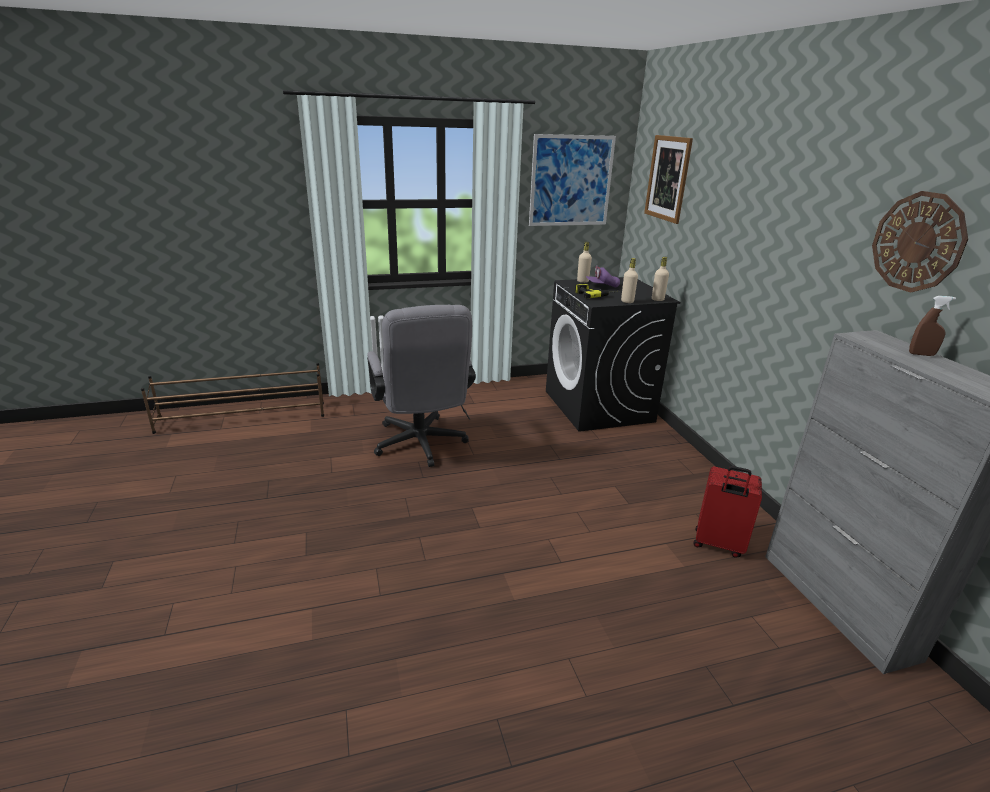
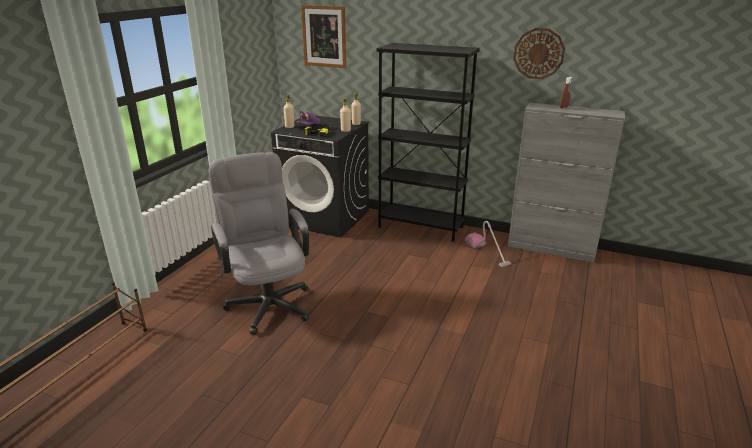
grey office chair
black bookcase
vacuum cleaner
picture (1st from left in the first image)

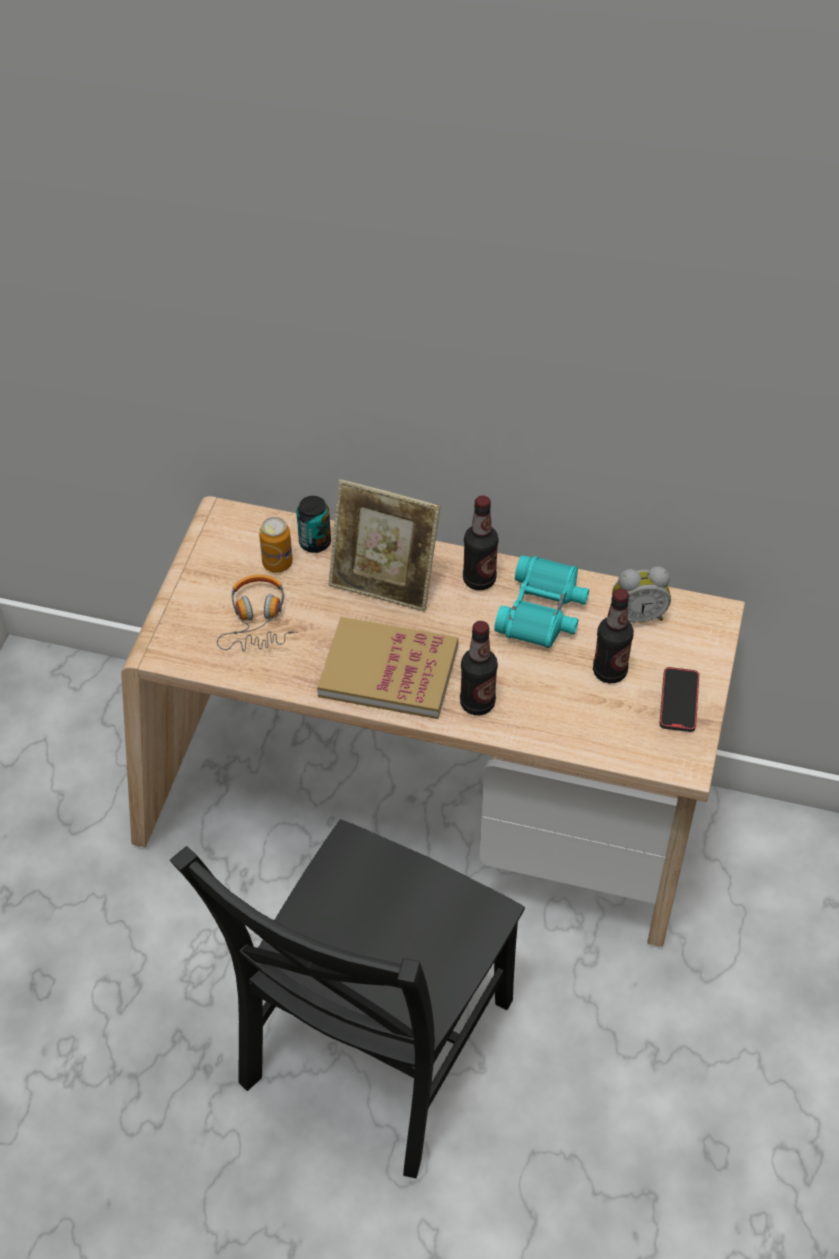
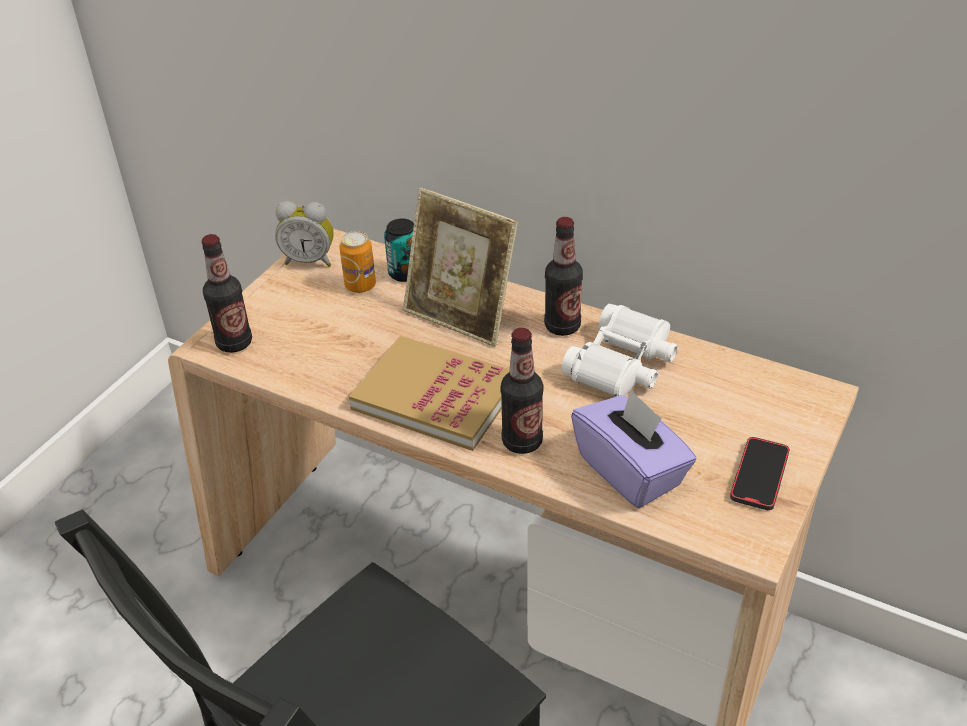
bottle (1st from left)
alarm clock
white binoculars
purple tissue box
headphones

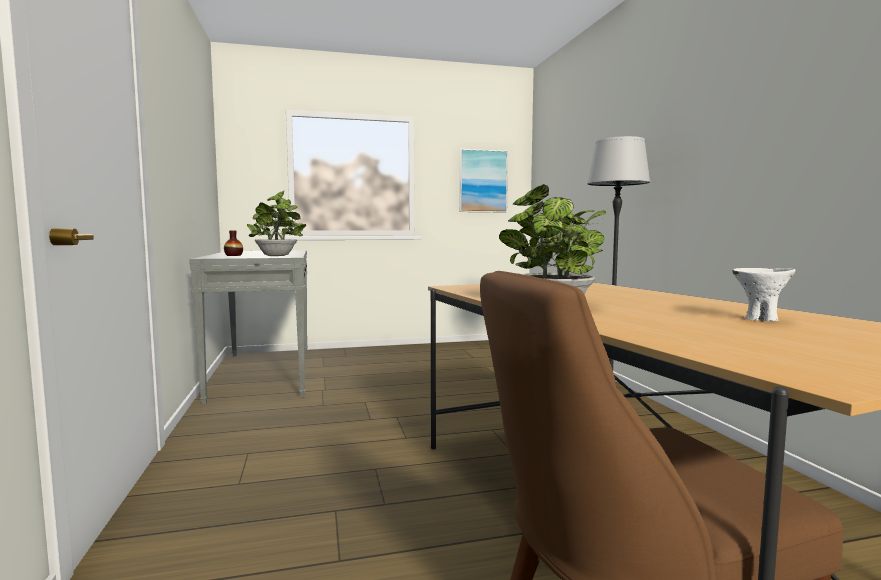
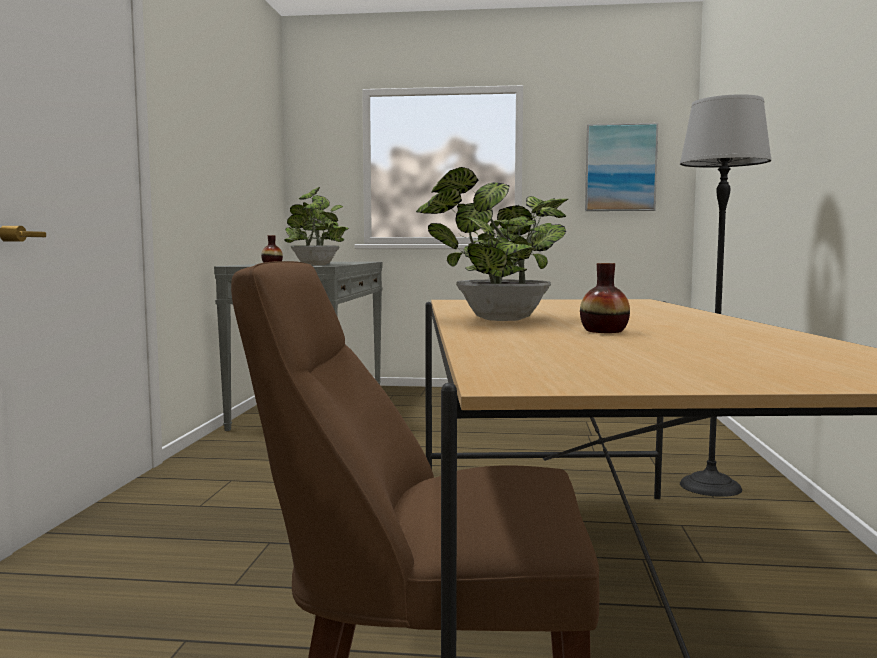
vase (2nd from left)
white bowl

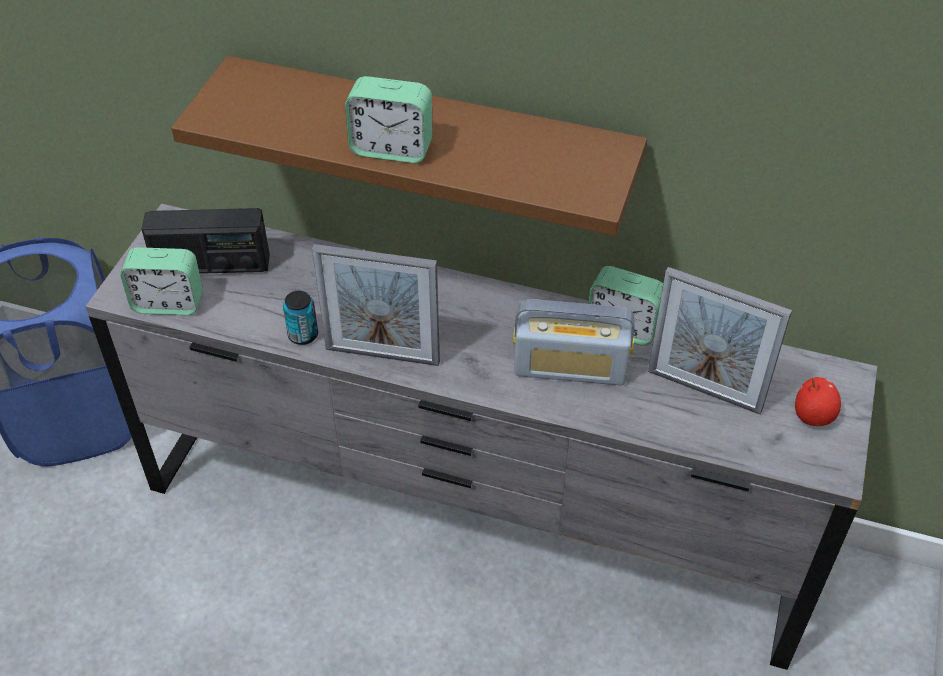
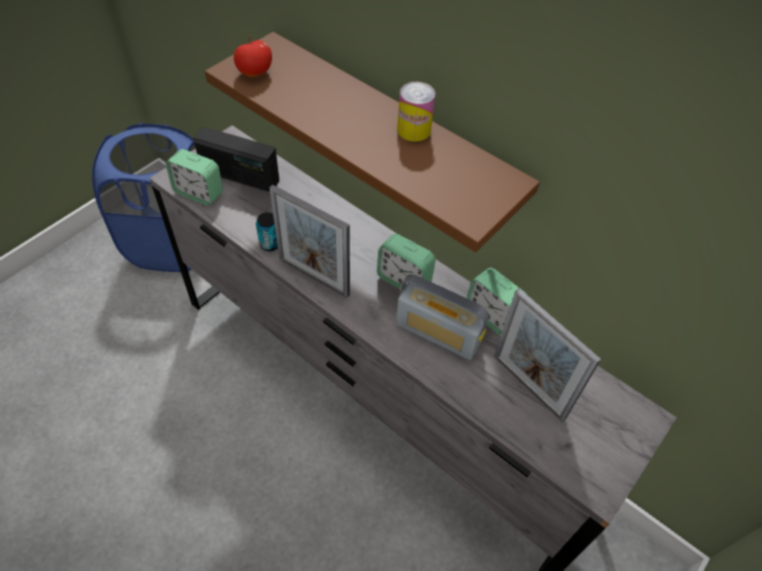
apple
alarm clock (2nd from left)
can (2nd from left)

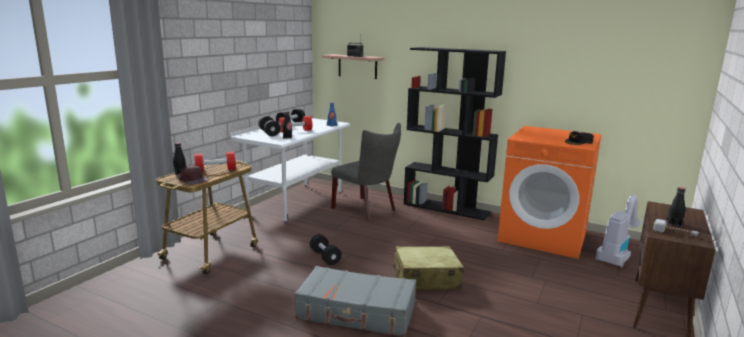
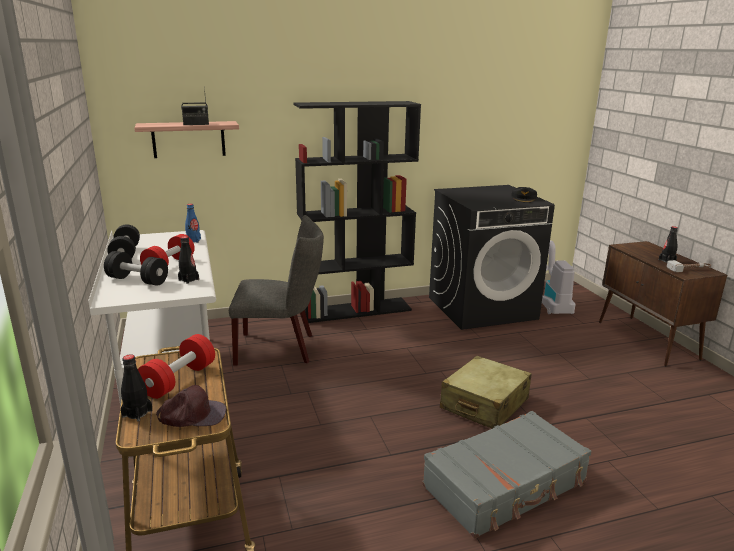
black washing machine
black dumbbell (3rd from left in the first image)

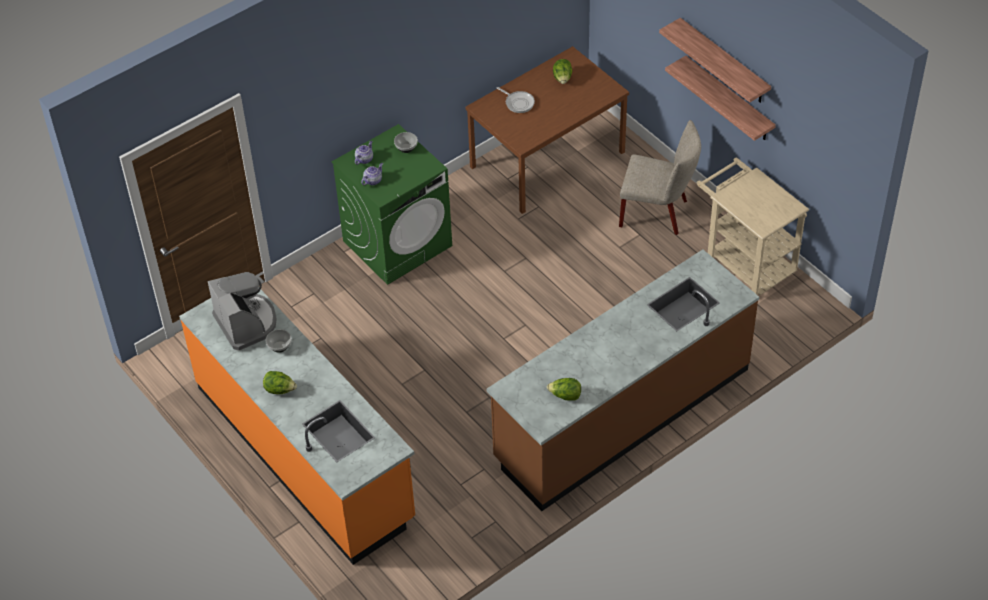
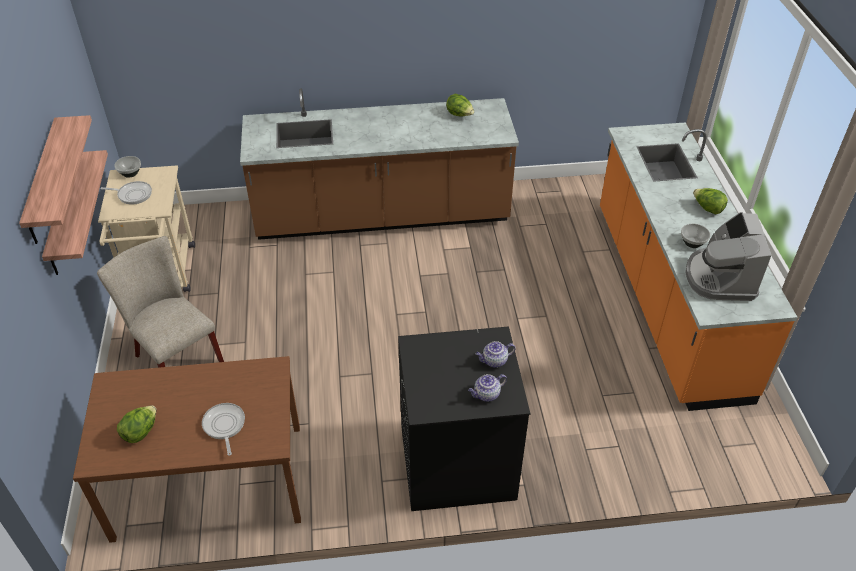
frying pan (1st from left)
bowl (1st from left)
black washing machine

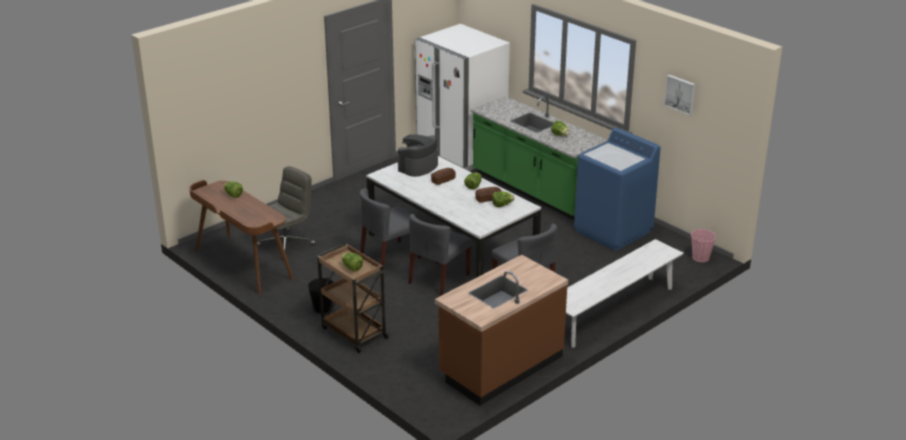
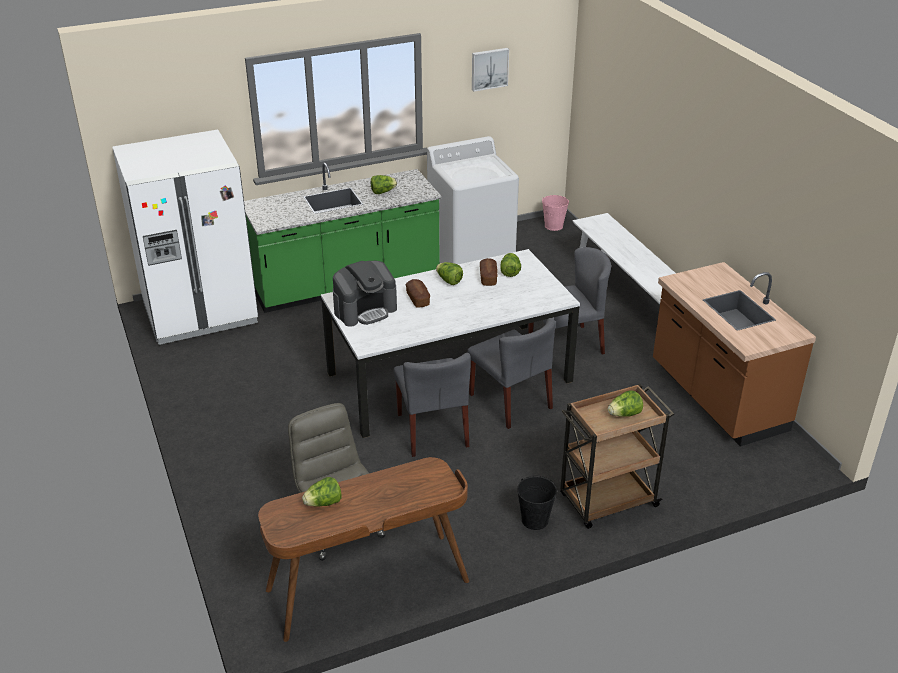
coffee machine
white washing machine

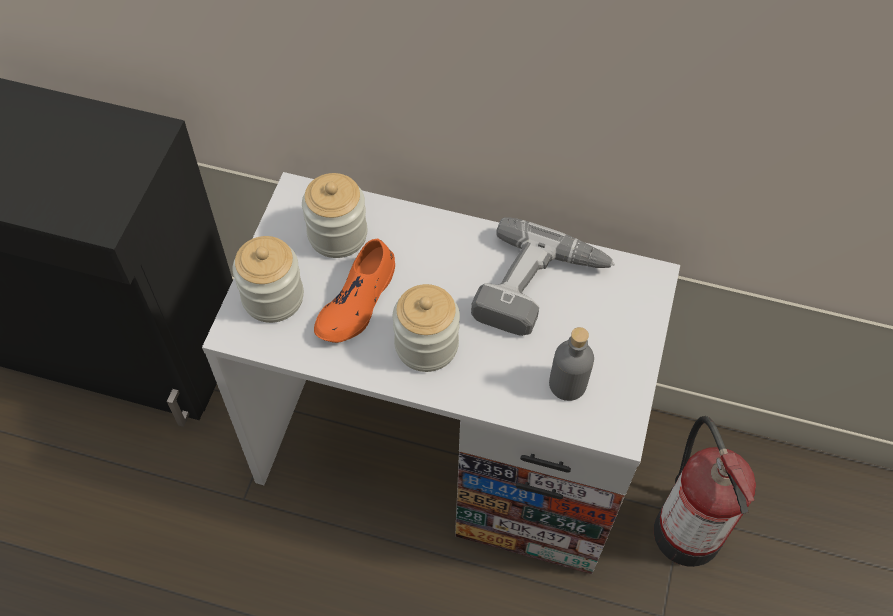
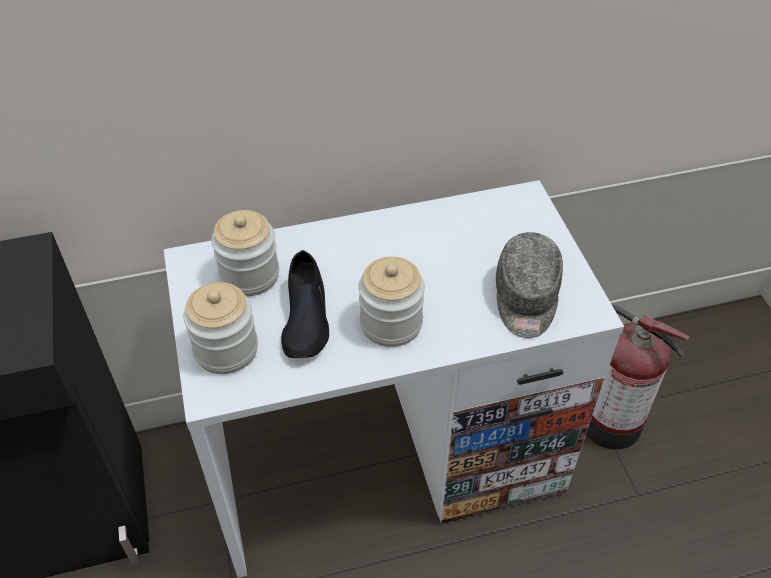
black shoe
grey cap
power drill

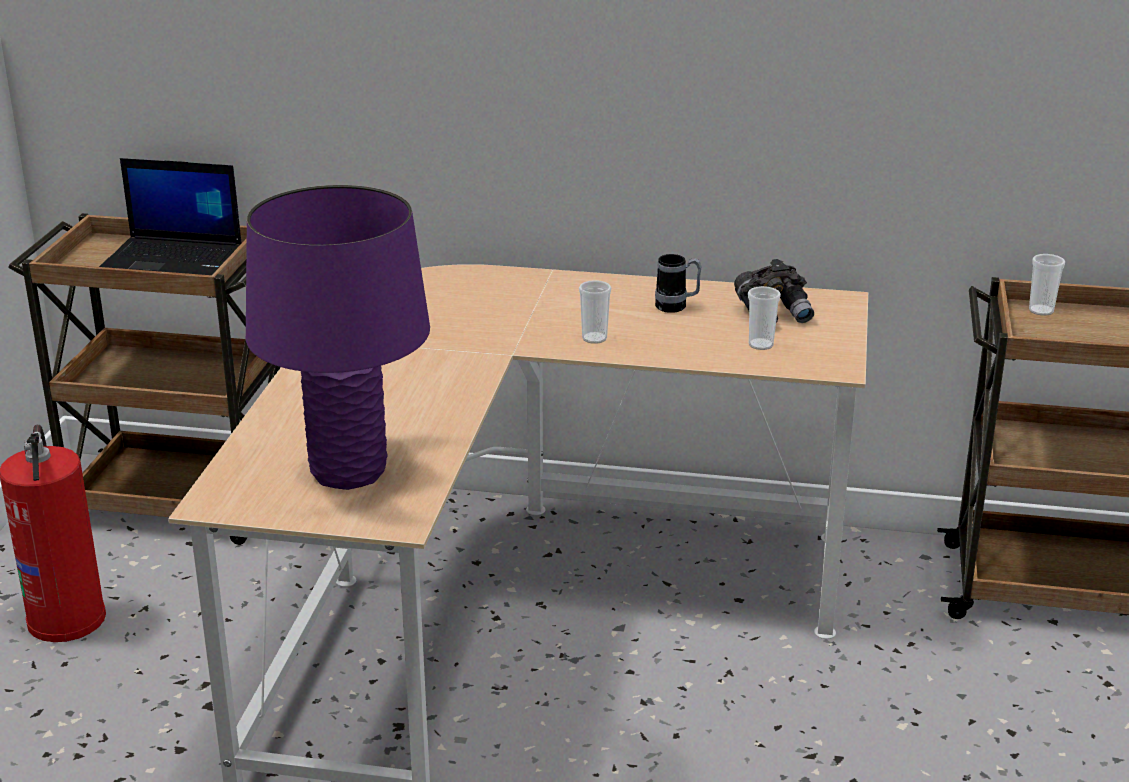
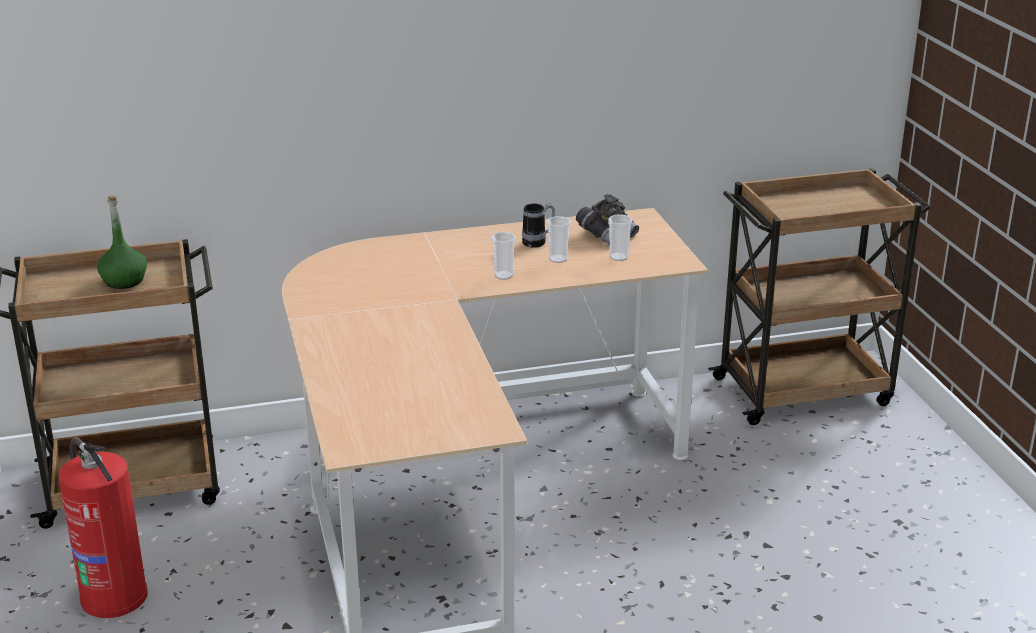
green bottle
cup (2nd from left)
purple table lamp

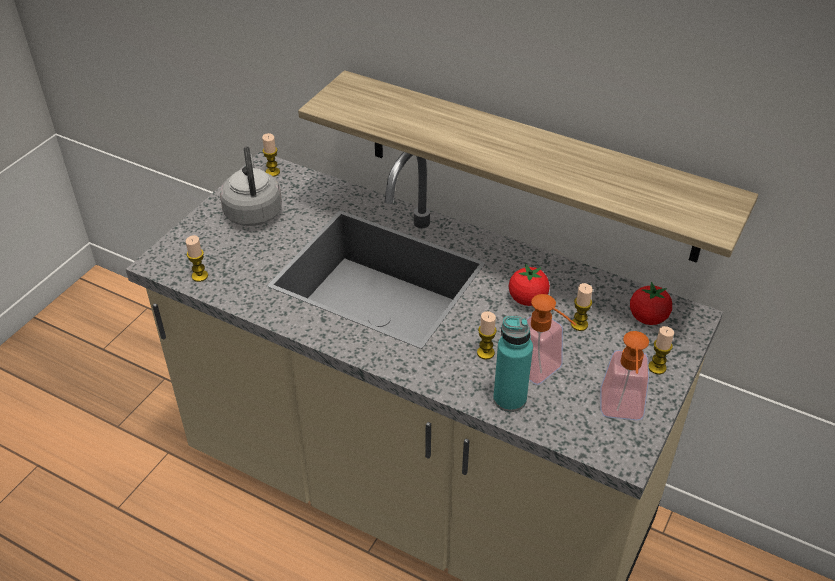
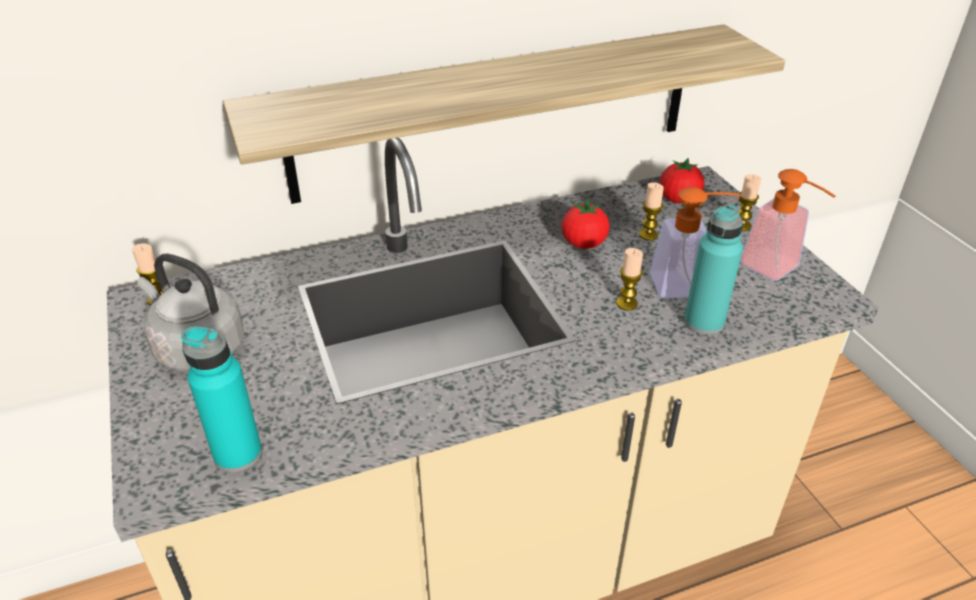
turquoise bottle (1st from left)

